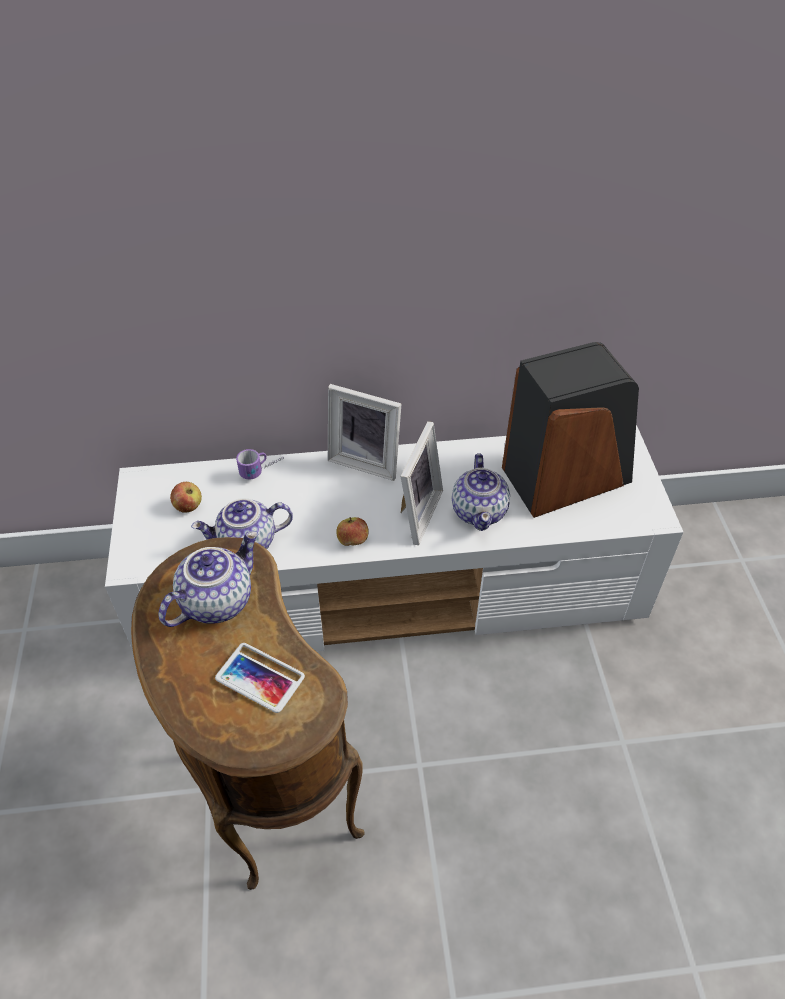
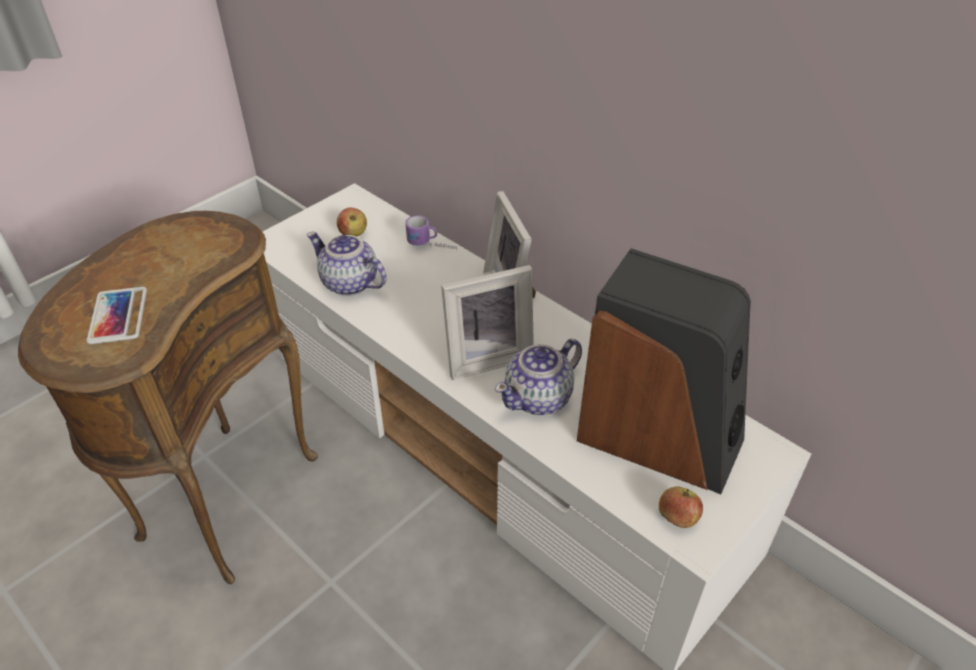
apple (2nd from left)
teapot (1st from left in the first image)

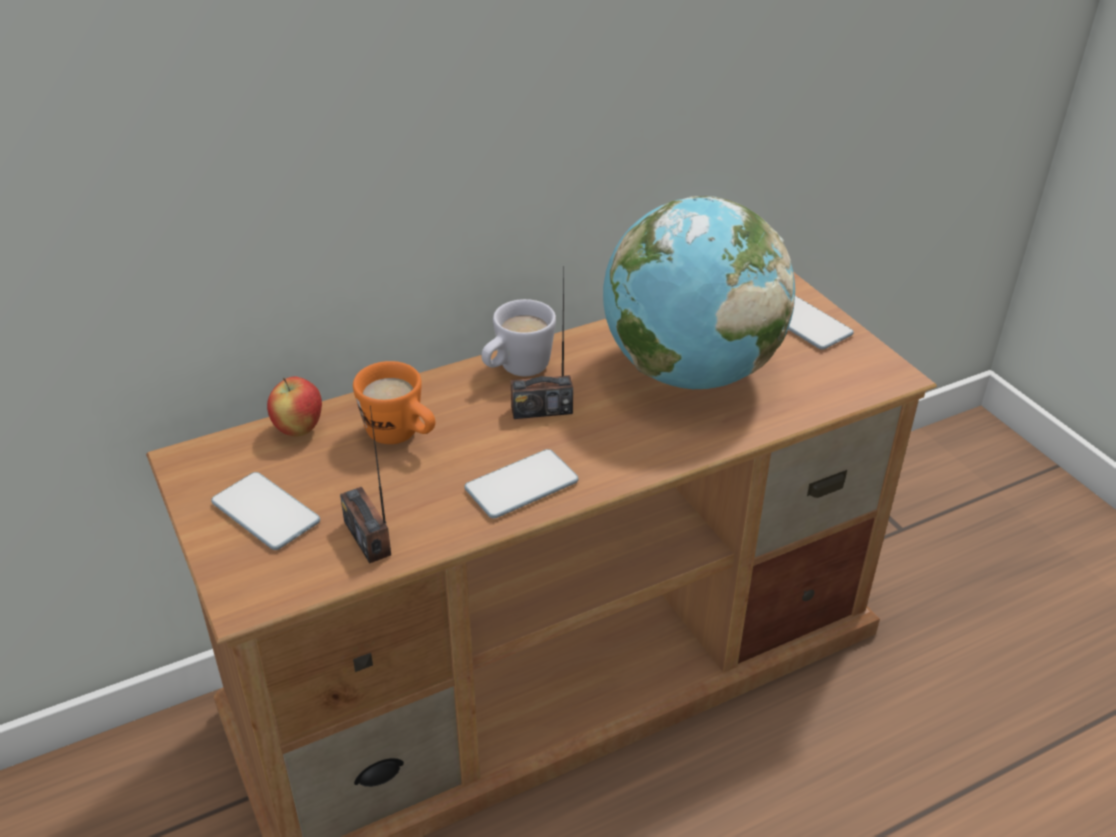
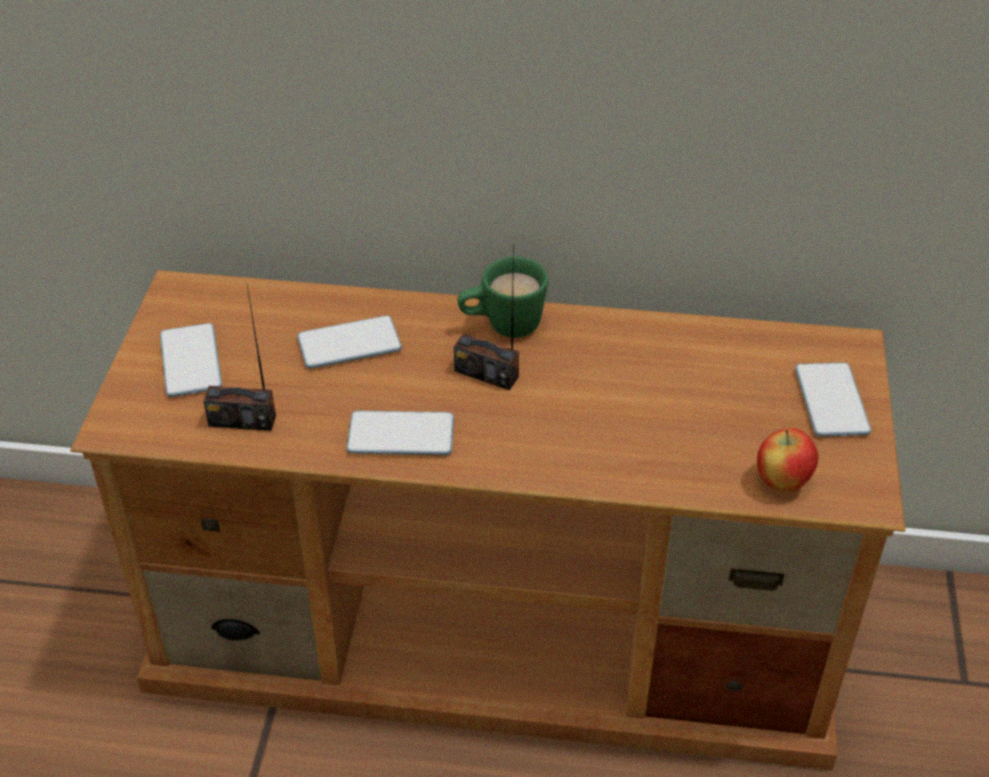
radio (1st from left)
phone (2nd from left)
green mug
apple
globe

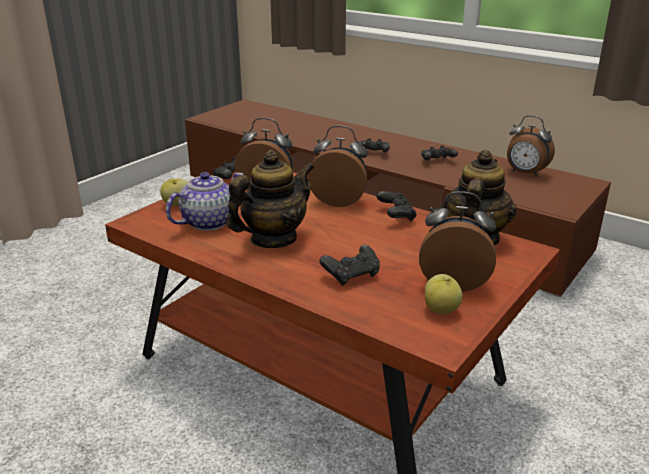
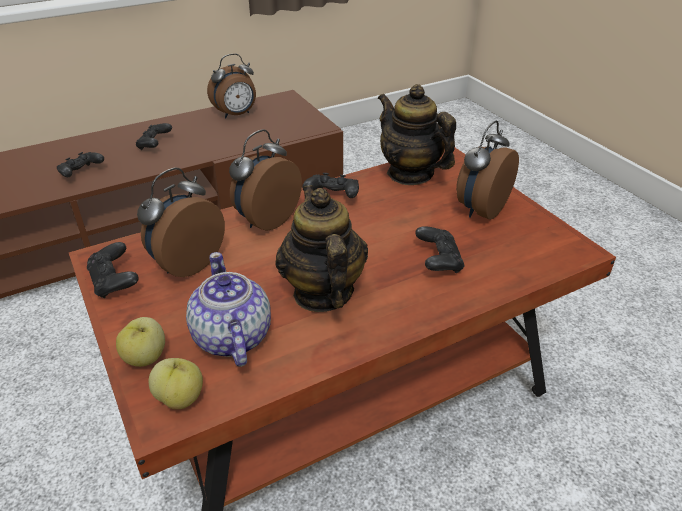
apple (2nd from left)

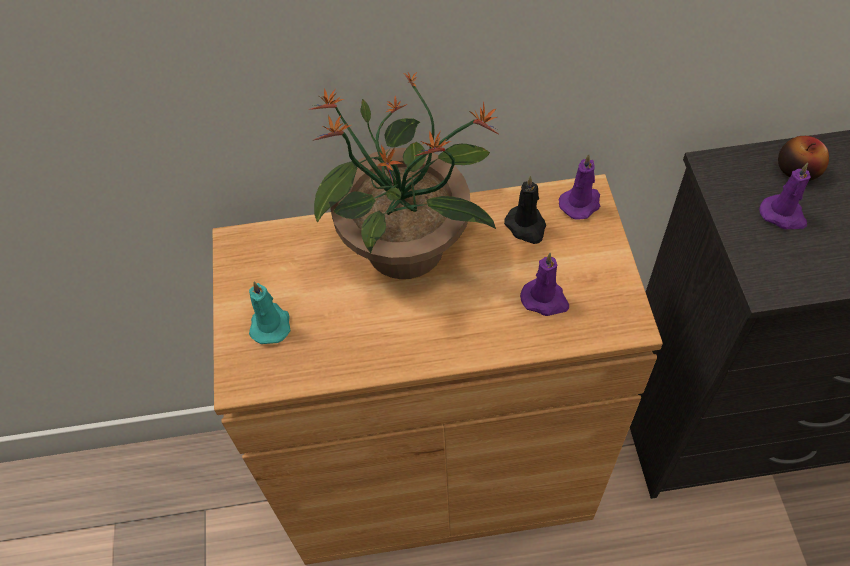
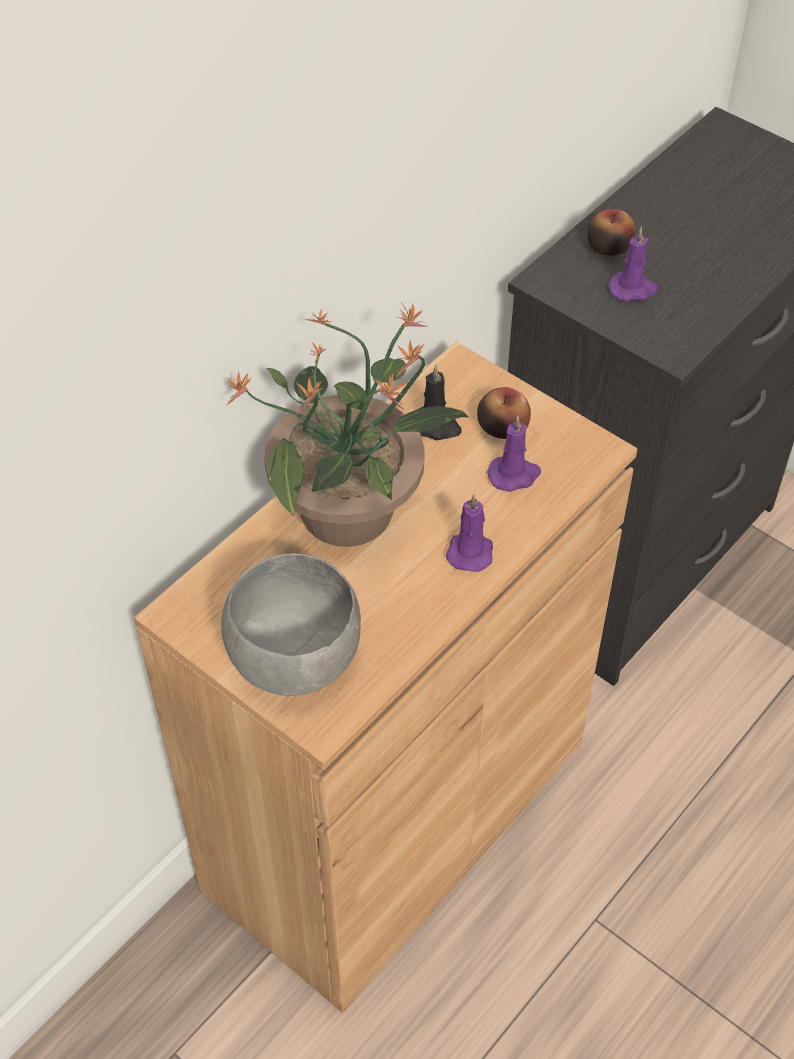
grey bowl
purple candle (1st from left)
apple (1st from left)

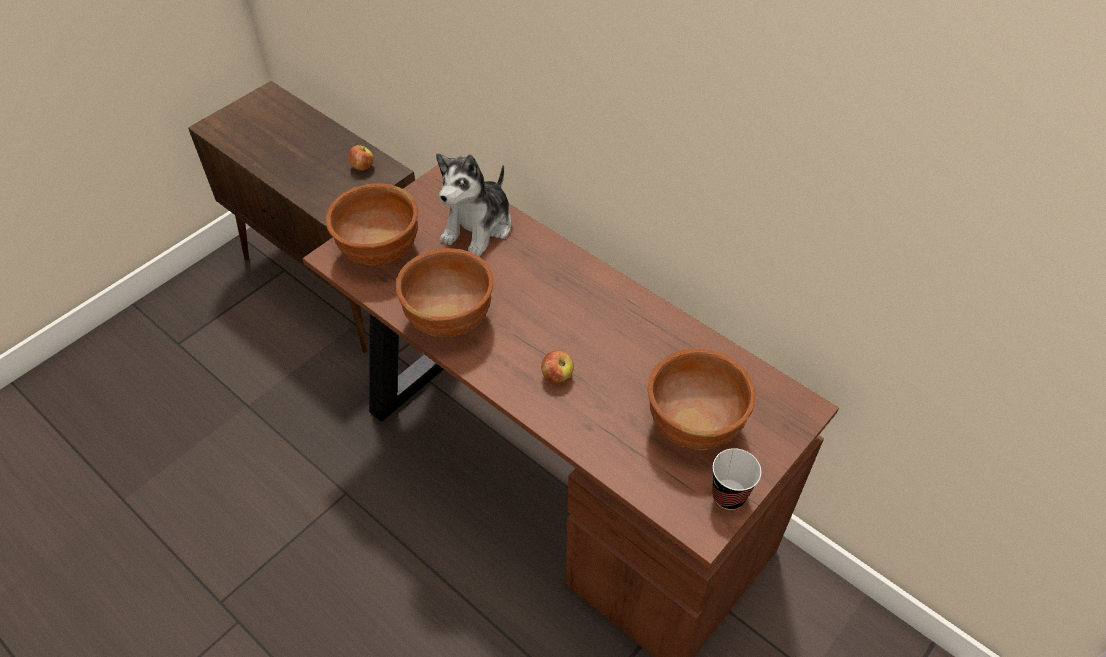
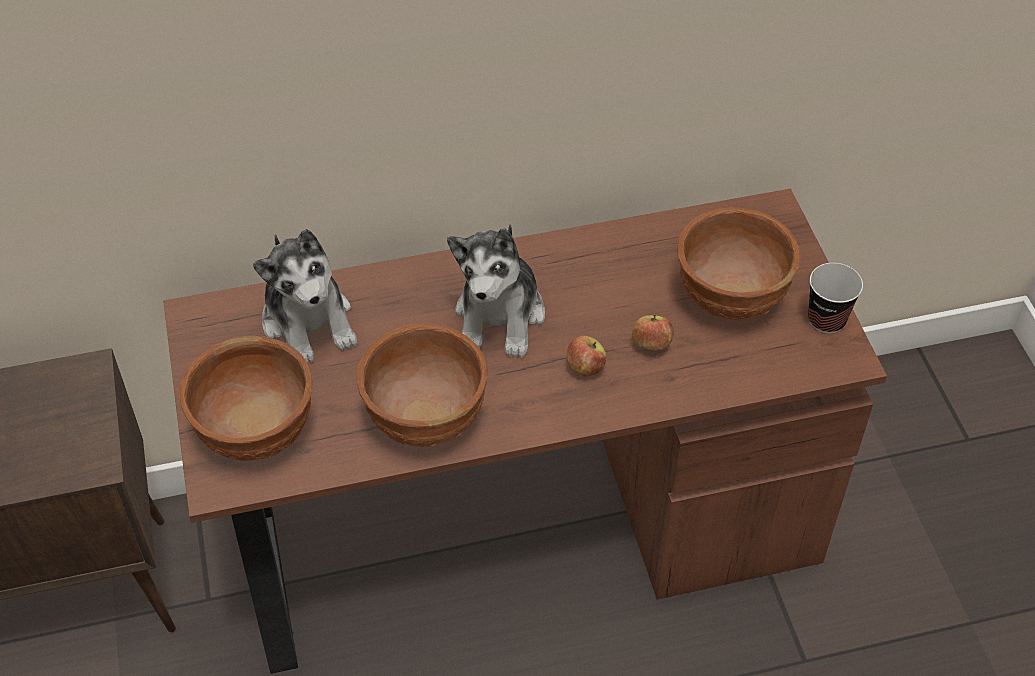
plush toy (2nd from left)
apple (2nd from left)

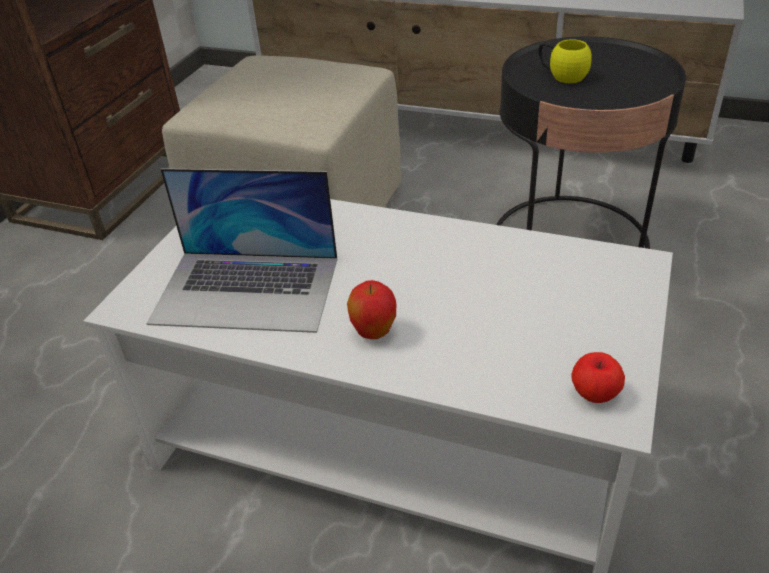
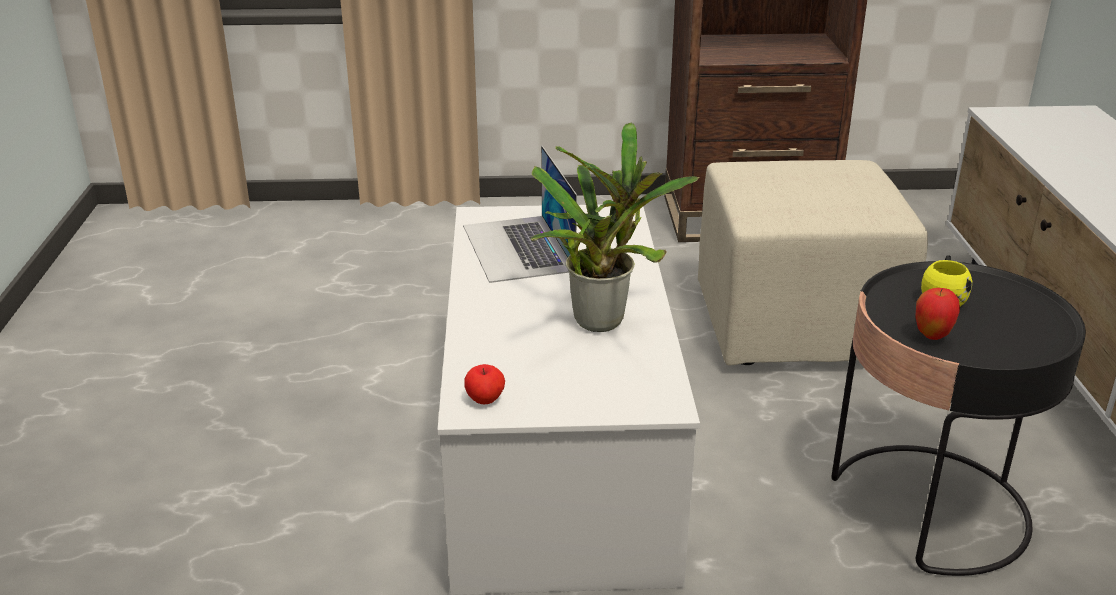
potted plant
apple (2nd from left)

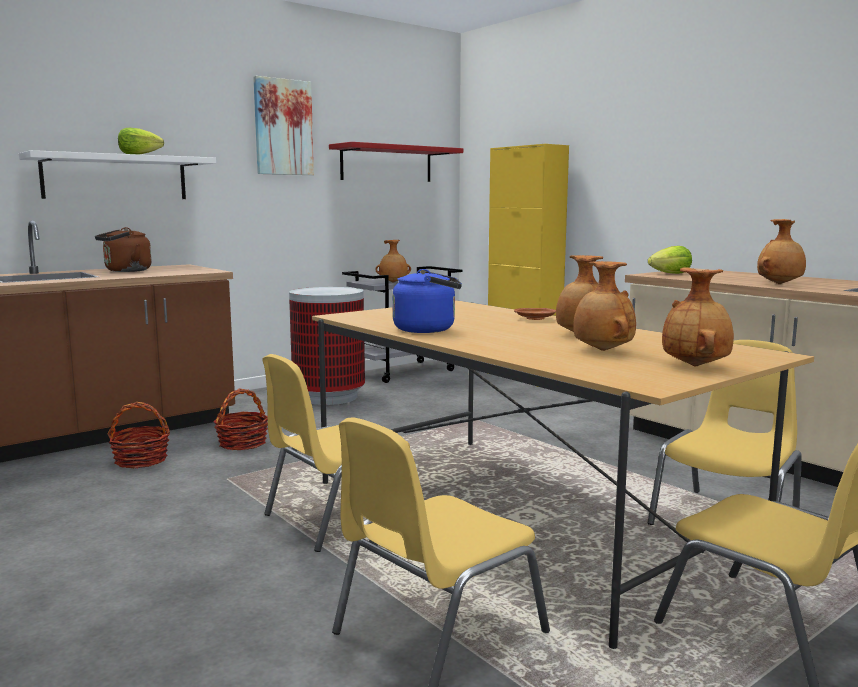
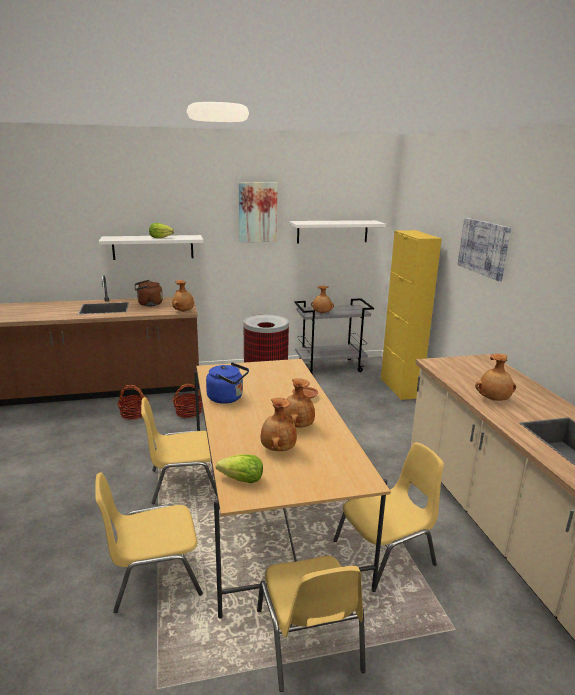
brown vase (1st from left)
lettuce (2nd from left)
white shelf (2nd from left)
picture (2nd from left)

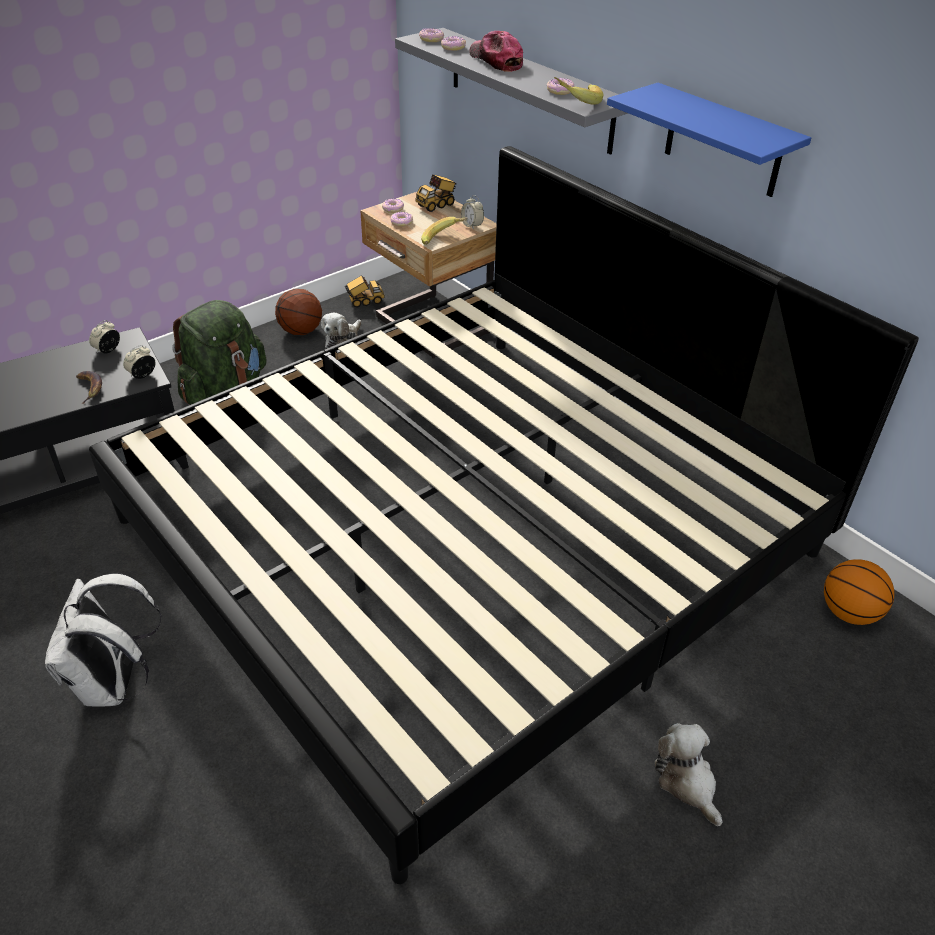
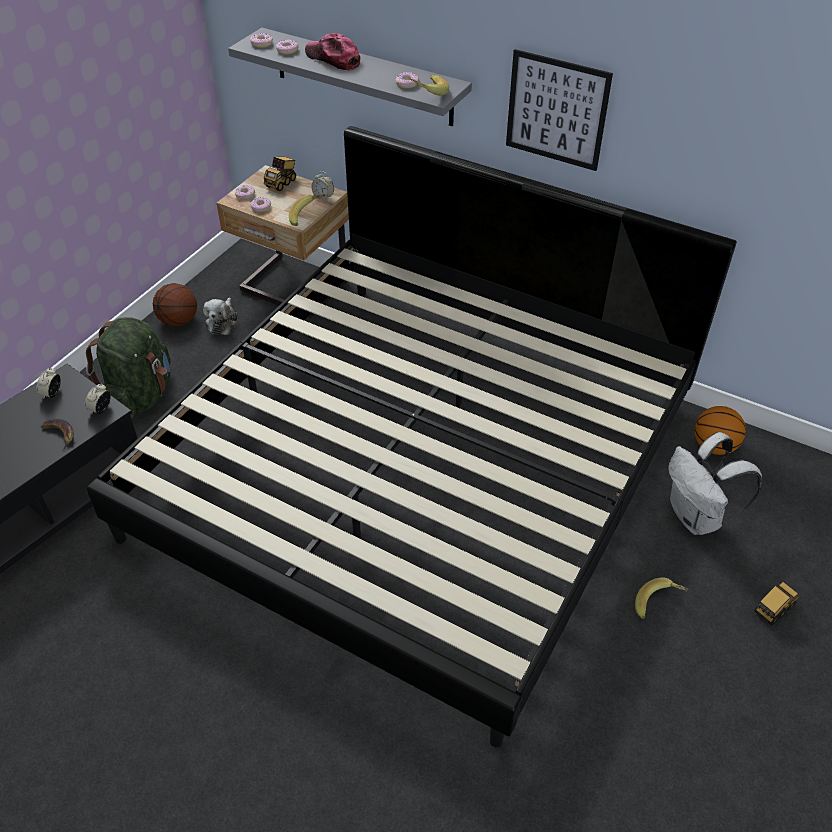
picture
banana (4th from left)
white backpack
toy truck (2nd from left)

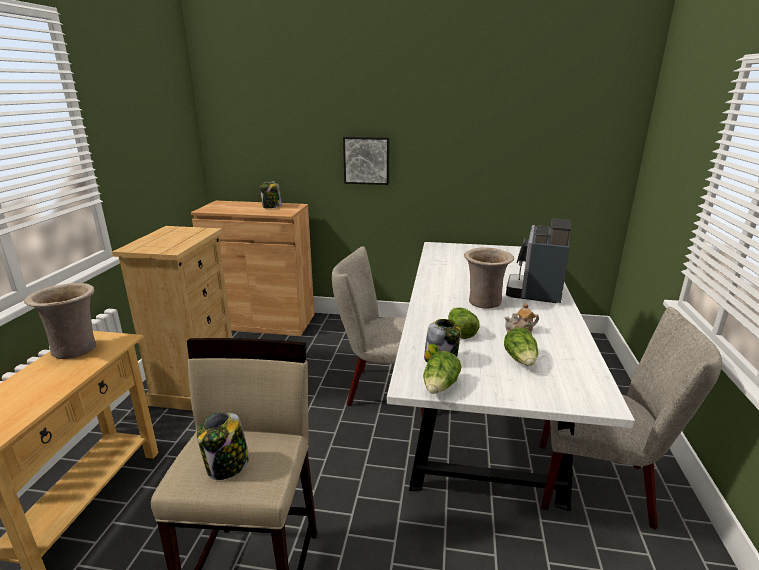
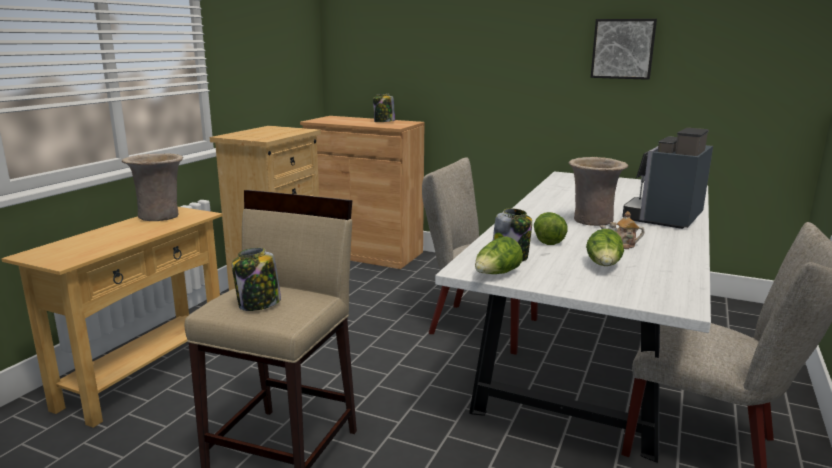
picture

